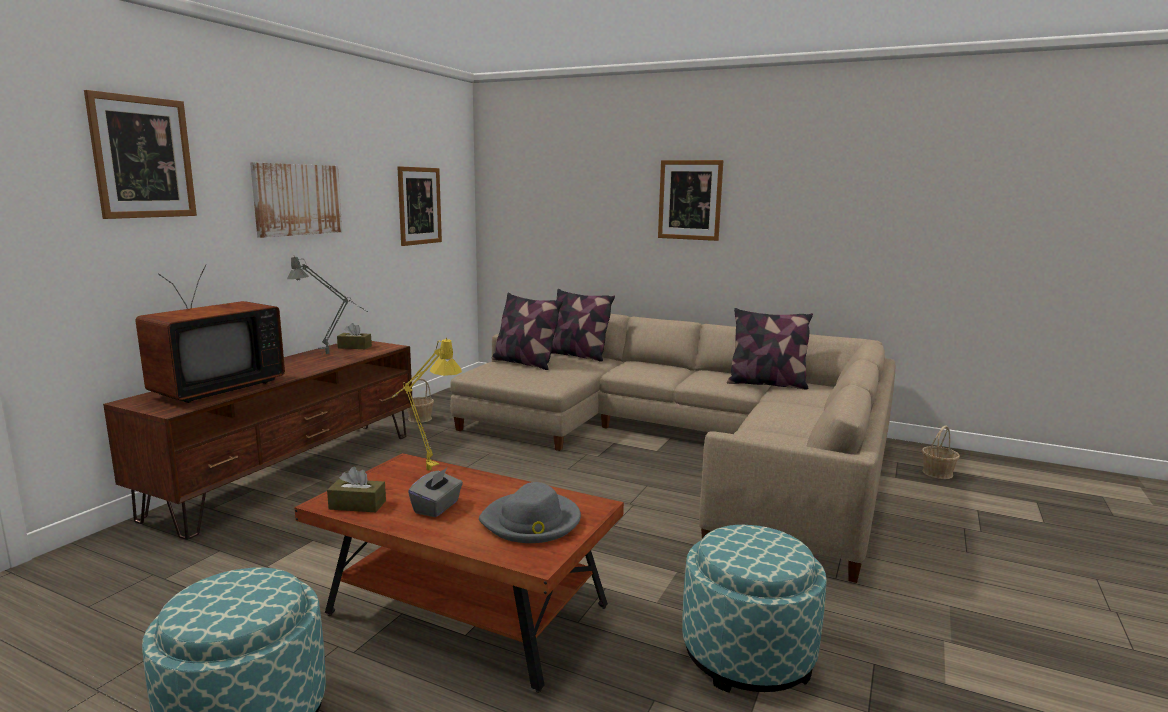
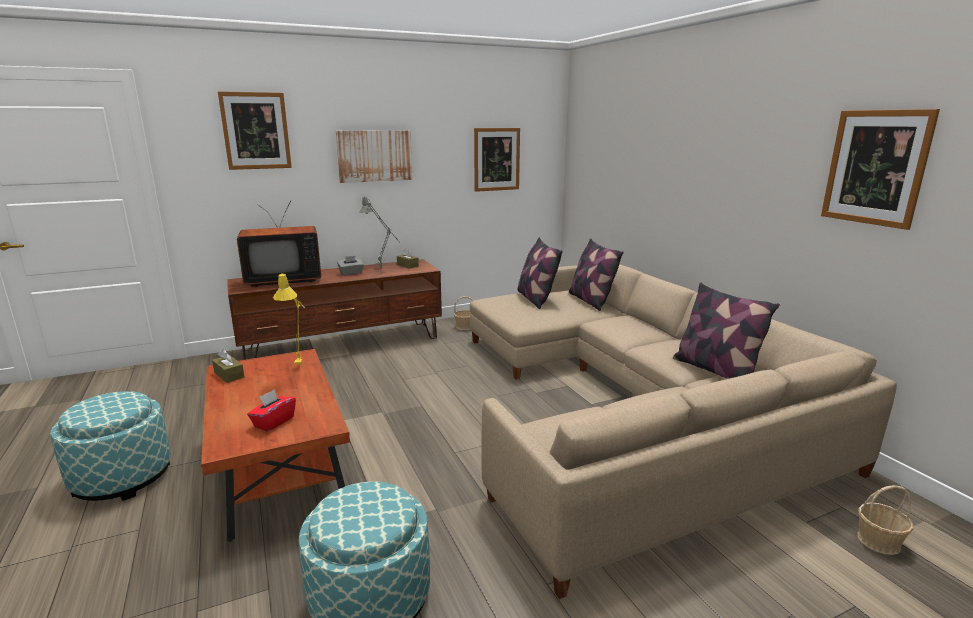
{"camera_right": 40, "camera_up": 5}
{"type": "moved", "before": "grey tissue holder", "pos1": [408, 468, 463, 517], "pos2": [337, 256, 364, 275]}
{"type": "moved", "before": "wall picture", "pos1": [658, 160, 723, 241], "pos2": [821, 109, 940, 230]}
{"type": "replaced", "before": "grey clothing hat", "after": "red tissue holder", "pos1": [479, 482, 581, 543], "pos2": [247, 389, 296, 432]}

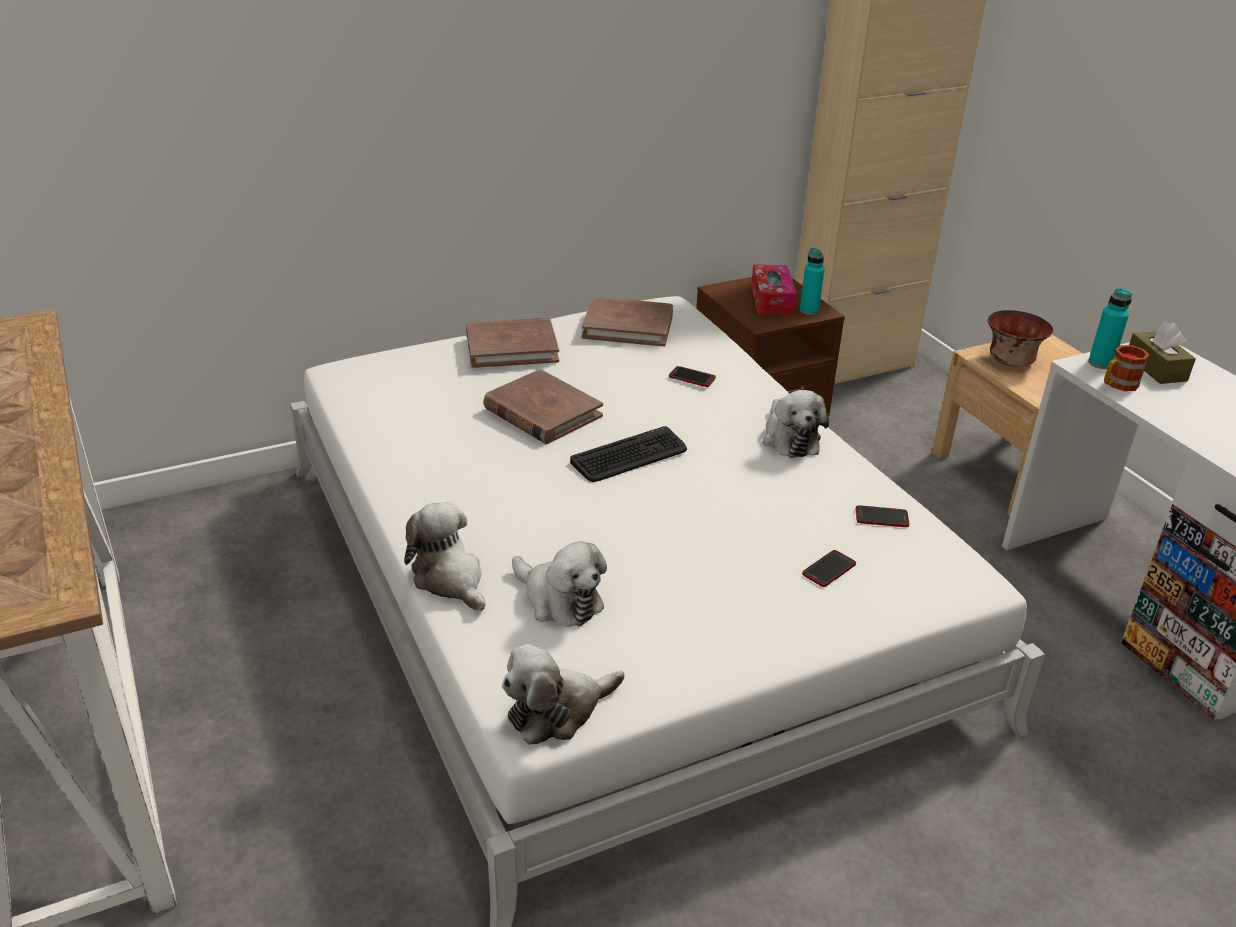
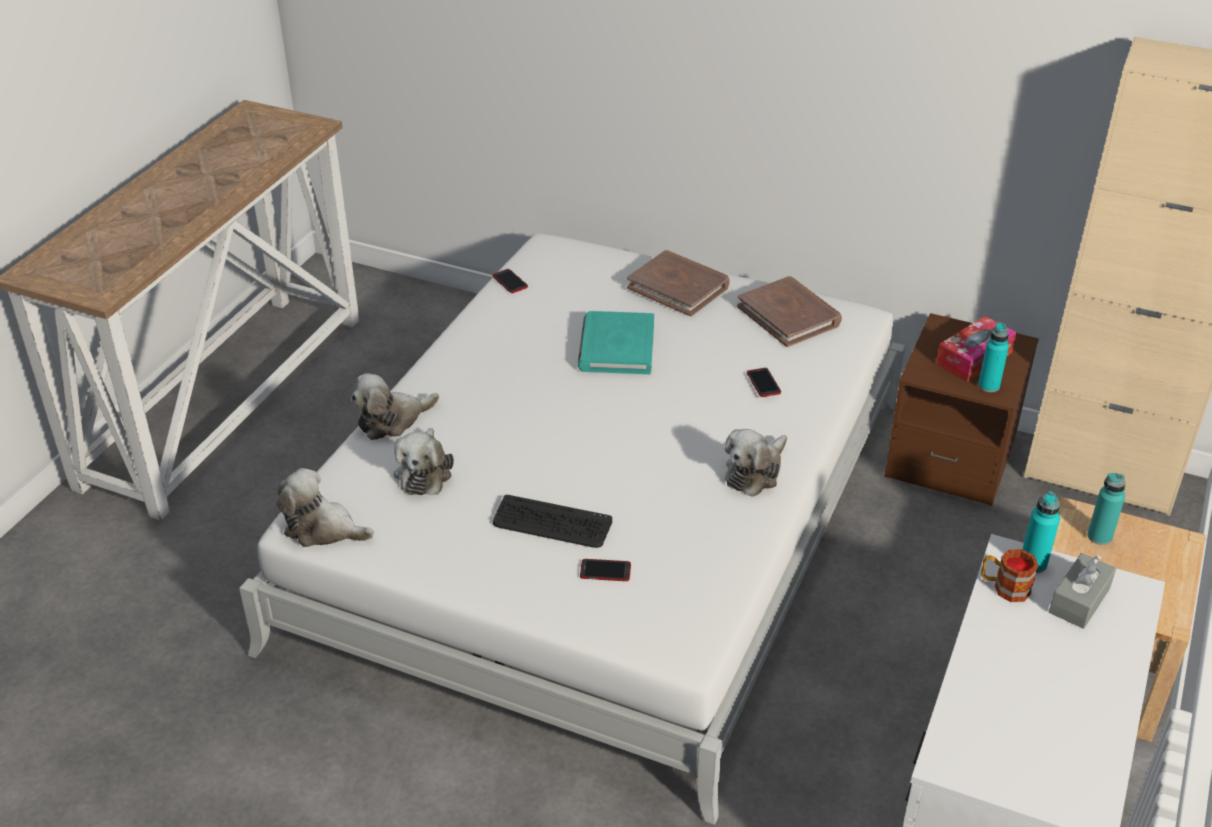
{"camera_right": 50, "camera_up": 5}
{"type": "moved", "before": "computer keyboard", "pos1": [570, 426, 687, 482], "pos2": [493, 495, 612, 548]}
{"type": "moved", "before": "handset", "pos1": [856, 505, 909, 527], "pos2": [492, 269, 528, 293]}
{"type": "replaced", "before": "serving bowl", "after": "turquoise drink bottle", "pos1": [988, 310, 1053, 367], "pos2": [1087, 473, 1126, 545]}
{"type": "recoloured", "before": "brown bound book", "after": "turquoise bound book", "pos1": [483, 369, 603, 444], "pos2": [578, 311, 654, 374]}
{"type": "recoloured", "before": "brown tissue holder", "after": "grey tissue holder", "pos1": [1129, 321, 1196, 384], "pos2": [1049, 553, 1116, 629]}
{"type": "turned", "before": "soft toy", "pos1": [404, 502, 486, 611], "pos2": [351, 373, 439, 440], "turn": -135}

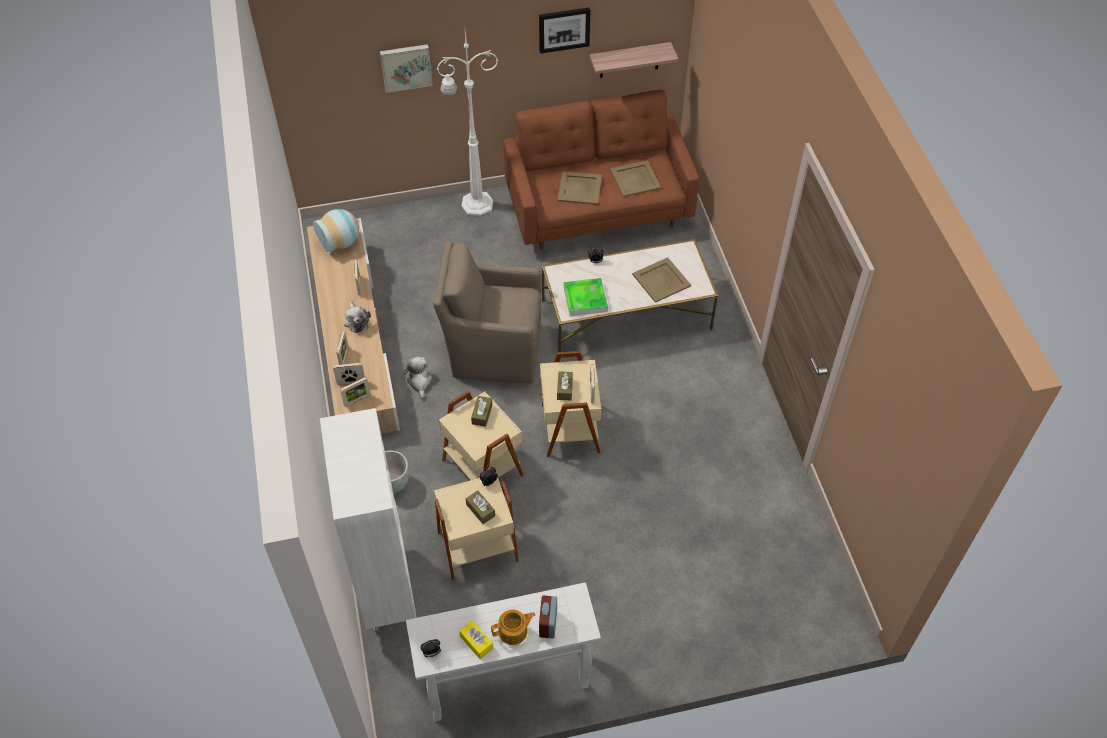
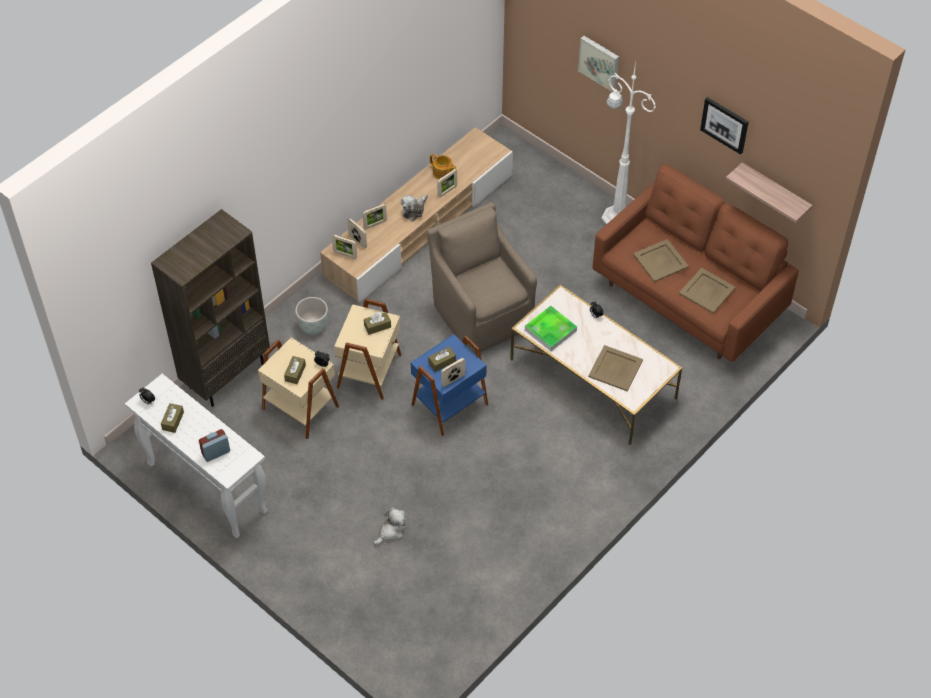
{"camera_right": 55, "camera_up": 0}
{"type": "removed", "before": "decorative vase", "pos1": [313, 209, 359, 253]}
{"type": "moved", "before": "soft toy", "pos1": [404, 356, 432, 399], "pos2": [373, 507, 406, 545]}
{"type": "moved", "before": "pot for tea", "pos1": [491, 610, 535, 645], "pos2": [430, 154, 457, 179]}
{"type": "recoloured", "before": "white shelving unit", "after": "brown shelving unit", "pos1": [320, 408, 416, 631], "pos2": [151, 209, 270, 407]}
{"type": "recoloured", "before": "yellow tissue holder", "after": "brown tissue holder", "pos1": [459, 621, 493, 659], "pos2": [161, 403, 184, 433]}
{"type": "recoloured", "before": "beige accent table", "after": "blue accent table", "pos1": [540, 351, 601, 457], "pos2": [411, 334, 488, 436]}

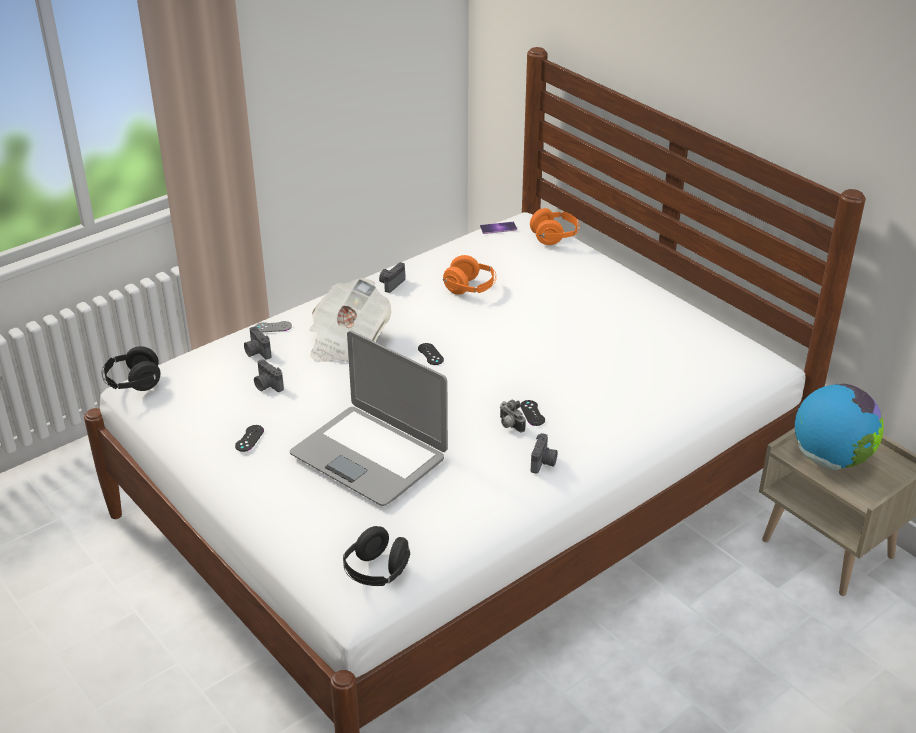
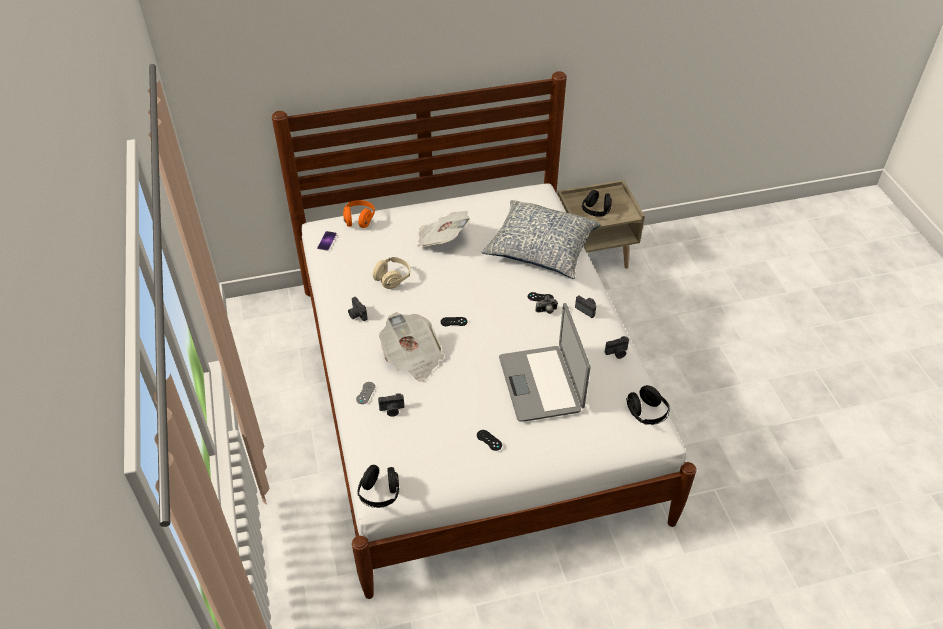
{"camera_right": -65, "camera_up": 10}
{"type": "added", "after": "daily paper", "pos2": [417, 211, 470, 247]}
{"type": "added", "after": "throw pillow", "pos2": [482, 200, 601, 279]}
{"type": "moved", "before": "still camera", "pos1": [254, 359, 284, 392], "pos2": [605, 336, 629, 359]}
{"type": "replaced", "before": "desk globe", "after": "blackish headset", "pos1": [795, 383, 884, 470], "pos2": [582, 190, 612, 217]}
{"type": "recoloured", "before": "orangey headset", "after": "beige headset", "pos1": [443, 255, 496, 295], "pos2": [373, 257, 411, 289]}
{"type": "turned", "before": "portable computer", "pos1": [290, 331, 448, 506], "pos2": [499, 303, 591, 421], "turn": 105}

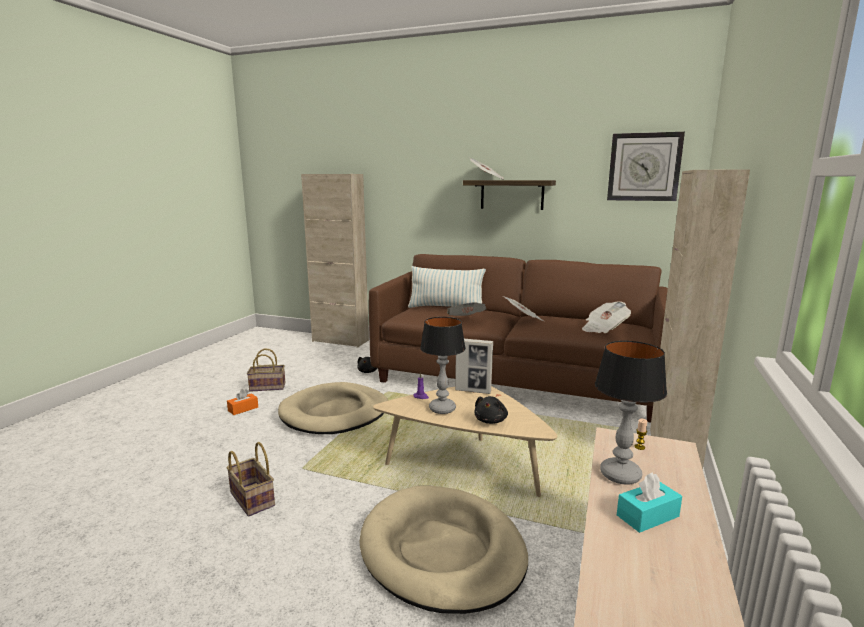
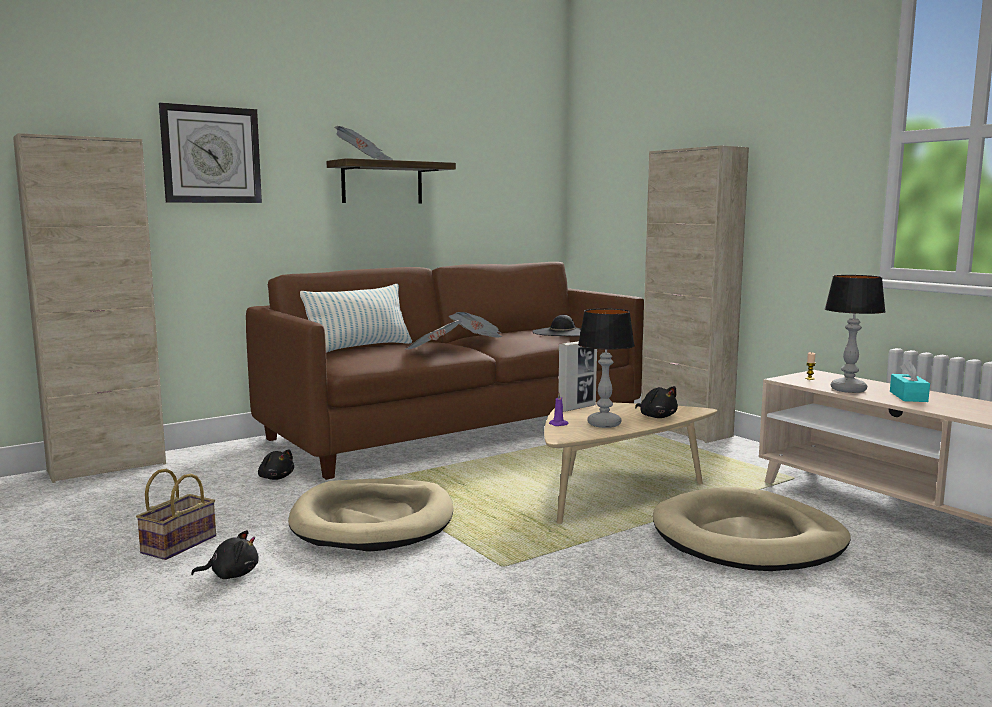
{"camera_right": -55, "camera_up": -5}
{"type": "removed", "before": "storage basket", "pos1": [227, 442, 275, 517]}
{"type": "moved", "before": "clock on the wall", "pos1": [607, 132, 685, 201], "pos2": [159, 102, 262, 203]}
{"type": "replaced", "before": "orangey tissue holder", "after": "blackish soft toy", "pos1": [227, 389, 258, 415], "pos2": [191, 530, 259, 579]}
{"type": "replaced", "before": "daily paper", "after": "blackish clothing hat", "pos1": [582, 301, 631, 333], "pos2": [532, 315, 581, 336]}

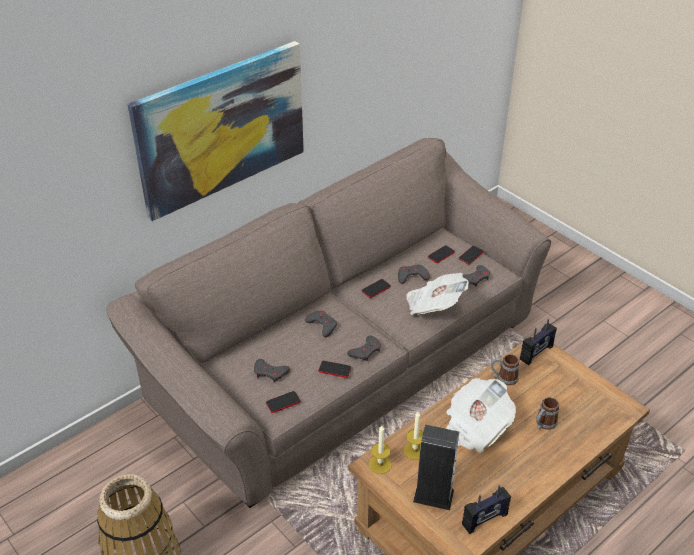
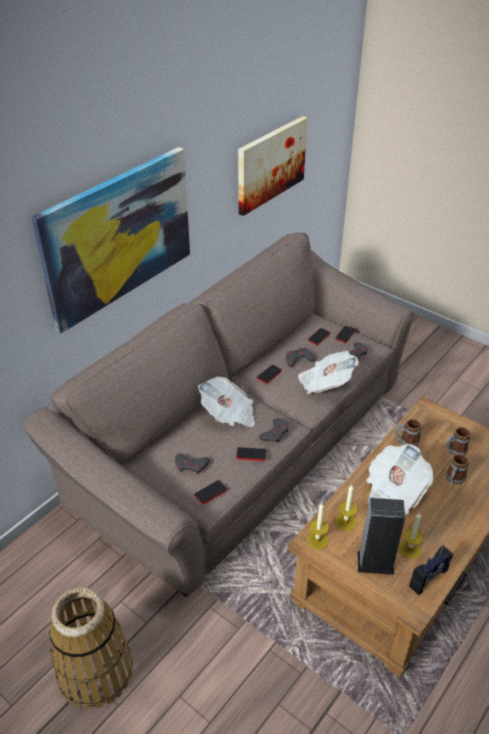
{"camera_right": -10, "camera_up": 0}
{"type": "removed", "before": "radio receiver", "pos1": [520, 319, 557, 365]}
{"type": "added", "after": "wall picture", "pos2": [238, 116, 307, 216]}
{"type": "added", "after": "wax candle", "pos2": [399, 513, 423, 559]}
{"type": "added", "after": "tea mug", "pos2": [446, 427, 470, 455]}
{"type": "replaced", "before": "grey gamepad", "after": "daily paper", "pos1": [305, 311, 337, 337], "pos2": [198, 377, 255, 427]}

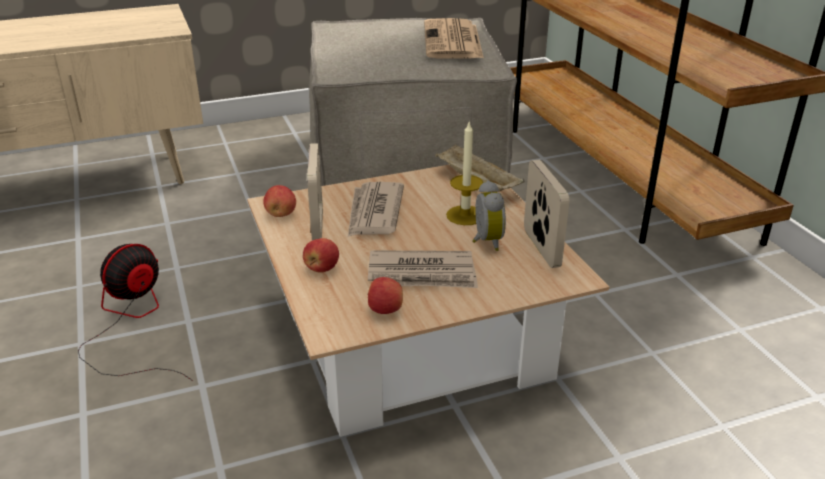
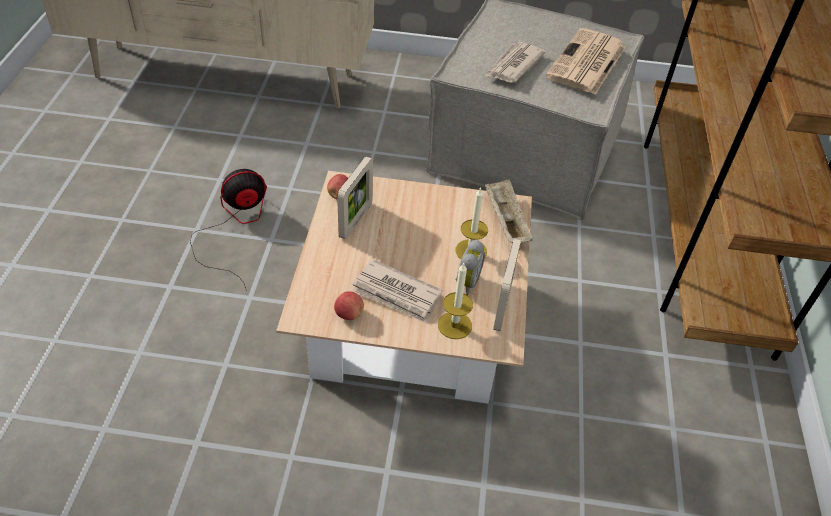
{"camera_right": 25, "camera_up": 15}
{"type": "removed", "before": "apple", "pos1": [303, 238, 339, 273]}
{"type": "added", "after": "wax candle", "pos2": [438, 262, 473, 339]}
{"type": "moved", "before": "daily paper", "pos1": [348, 182, 404, 237], "pos2": [486, 42, 546, 83]}

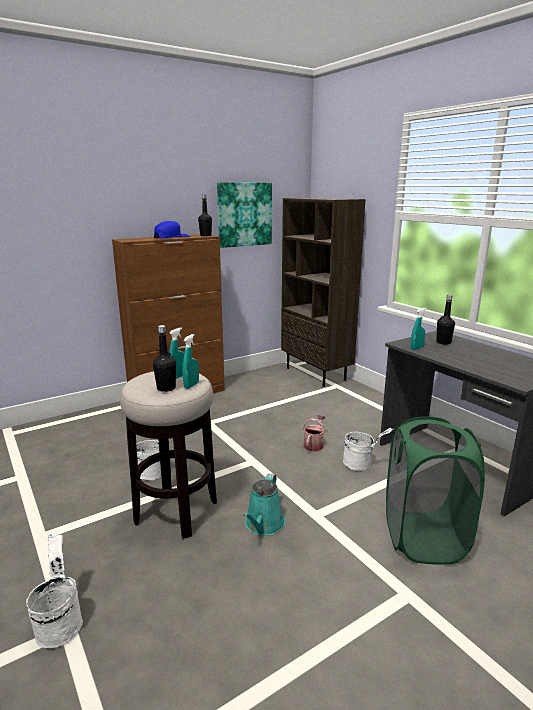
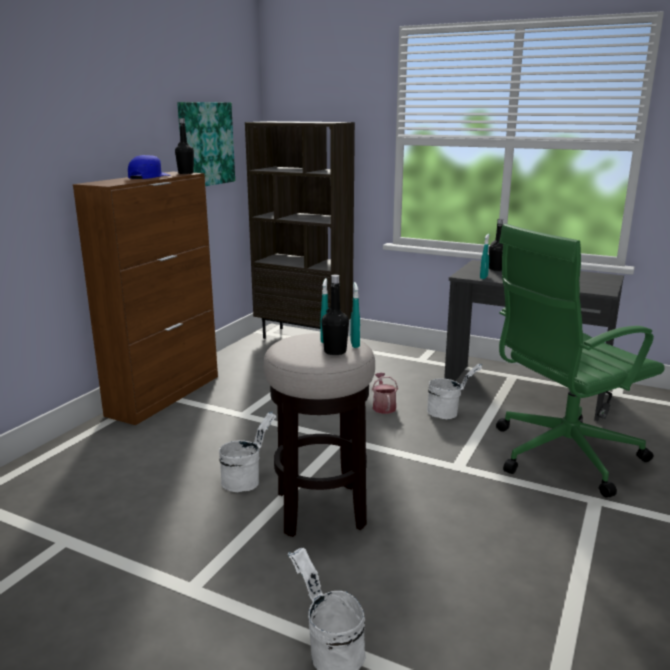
{"camera_right": -30, "camera_up": 0}
{"type": "removed", "before": "turquoise sprinkling can", "pos1": [243, 473, 285, 536]}
{"type": "replaced", "before": "green laundry basket", "after": "green office chair", "pos1": [386, 417, 485, 565], "pos2": [496, 224, 665, 497]}

